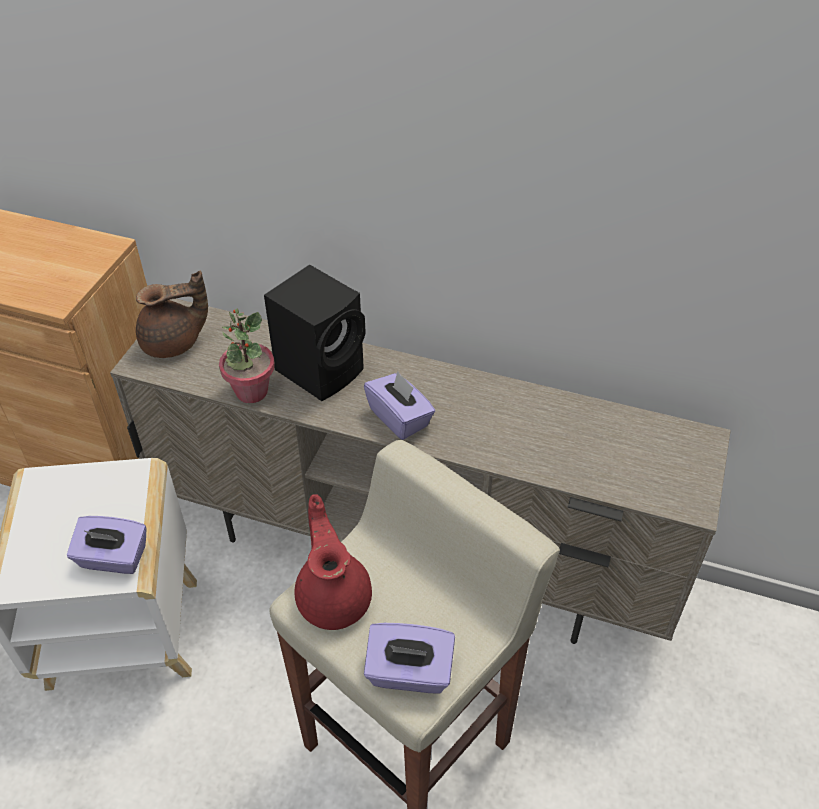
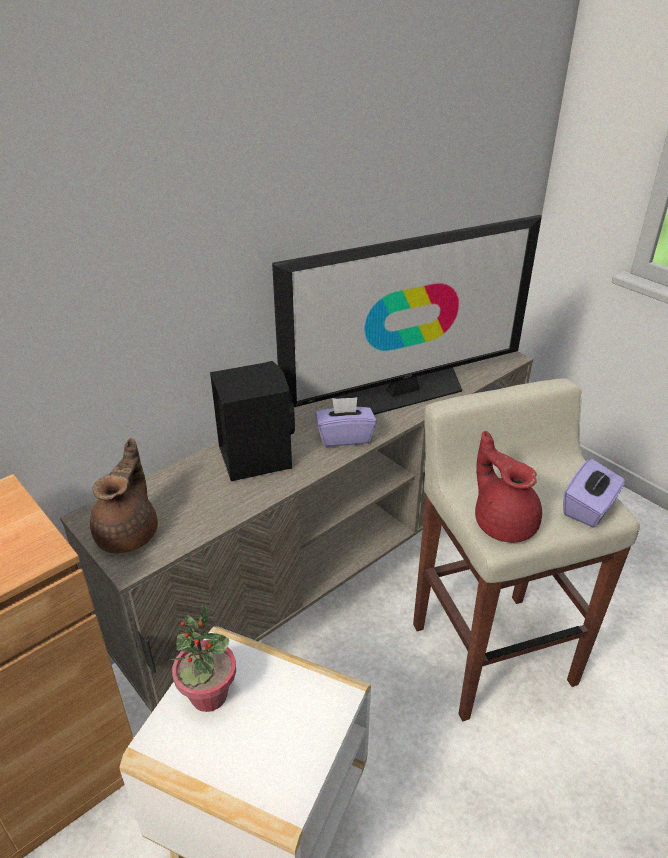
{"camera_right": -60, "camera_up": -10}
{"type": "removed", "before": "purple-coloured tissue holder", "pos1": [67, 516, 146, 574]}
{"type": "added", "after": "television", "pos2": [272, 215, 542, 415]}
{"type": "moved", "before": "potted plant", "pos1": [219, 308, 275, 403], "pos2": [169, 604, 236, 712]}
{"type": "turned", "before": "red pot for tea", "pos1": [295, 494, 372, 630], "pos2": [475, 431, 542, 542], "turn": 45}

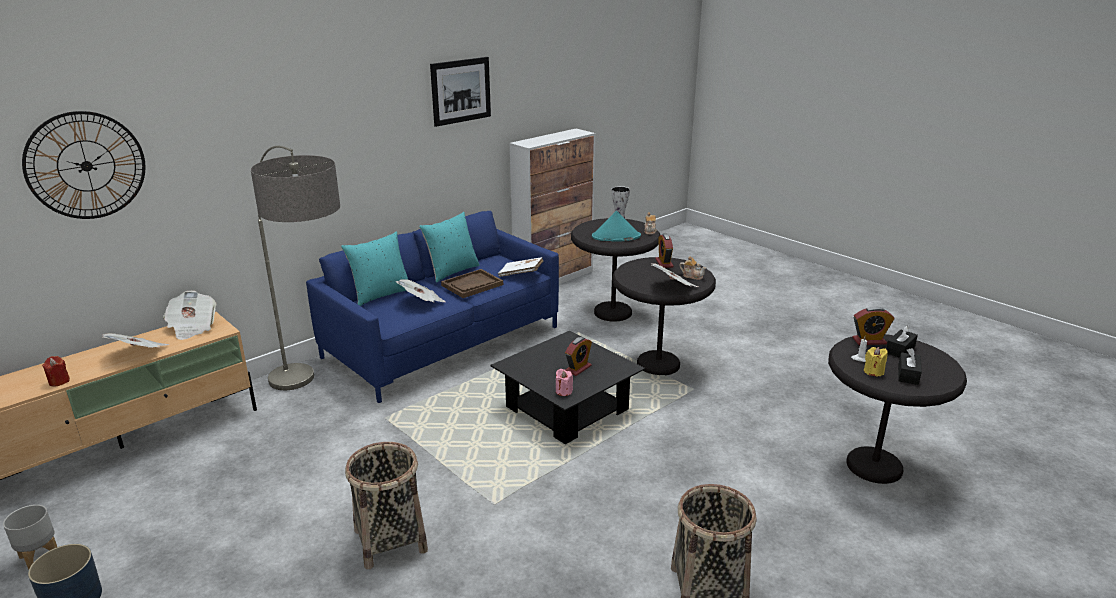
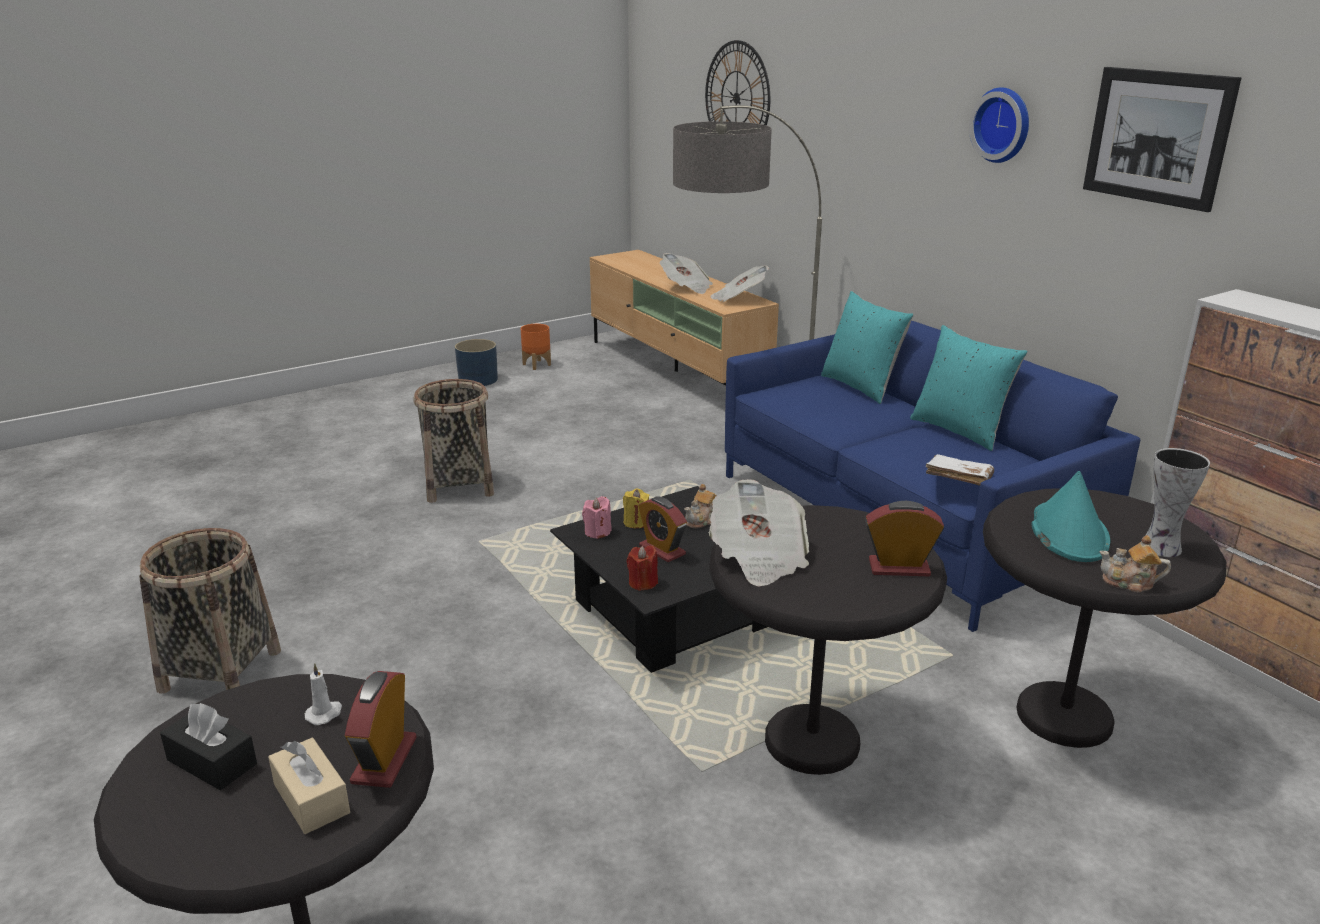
{"camera_right": 100, "camera_up": 0}
{"type": "removed", "before": "daily paper", "pos1": [396, 279, 446, 302]}
{"type": "removed", "before": "brown serving tray", "pos1": [441, 269, 503, 298]}
{"type": "added", "after": "clock on the wall", "pos2": [969, 87, 1029, 163]}
{"type": "moved", "before": "red wax candle", "pos1": [42, 356, 70, 387], "pos2": [627, 545, 658, 591]}
{"type": "moved", "before": "pot for tea", "pos1": [679, 256, 706, 280], "pos2": [685, 484, 717, 528]}
{"type": "moved", "before": "yellow wax candle", "pos1": [864, 347, 888, 376], "pos2": [623, 489, 649, 528]}
{"type": "recoloured", "before": "grey flower pot", "after": "orangey flower pot", "pos1": [3, 505, 57, 570], "pos2": [521, 324, 551, 370]}
{"type": "recoloured", "before": "blackish tissue holder", "after": "beige tissue holder", "pos1": [886, 326, 918, 358], "pos2": [268, 738, 350, 834]}

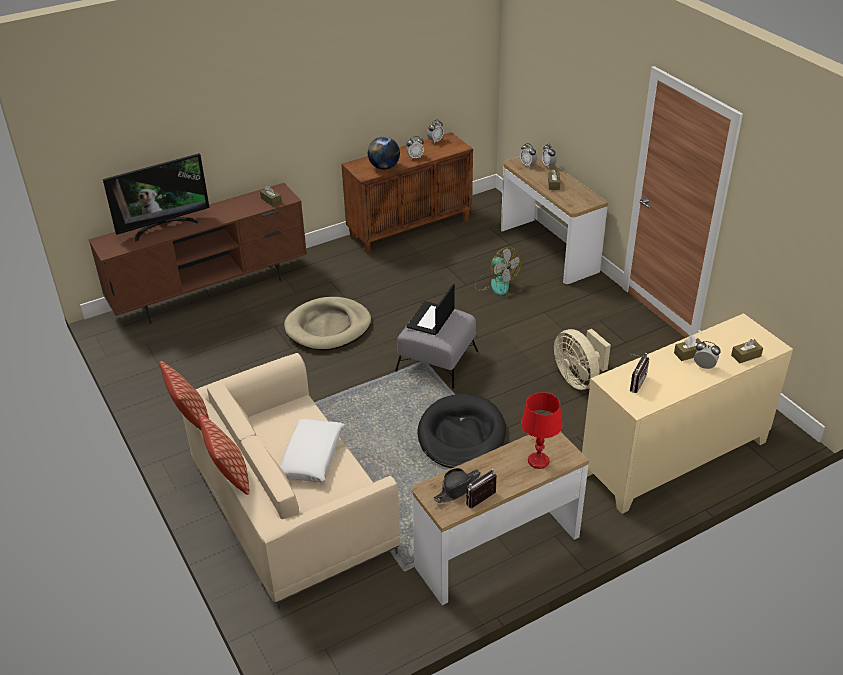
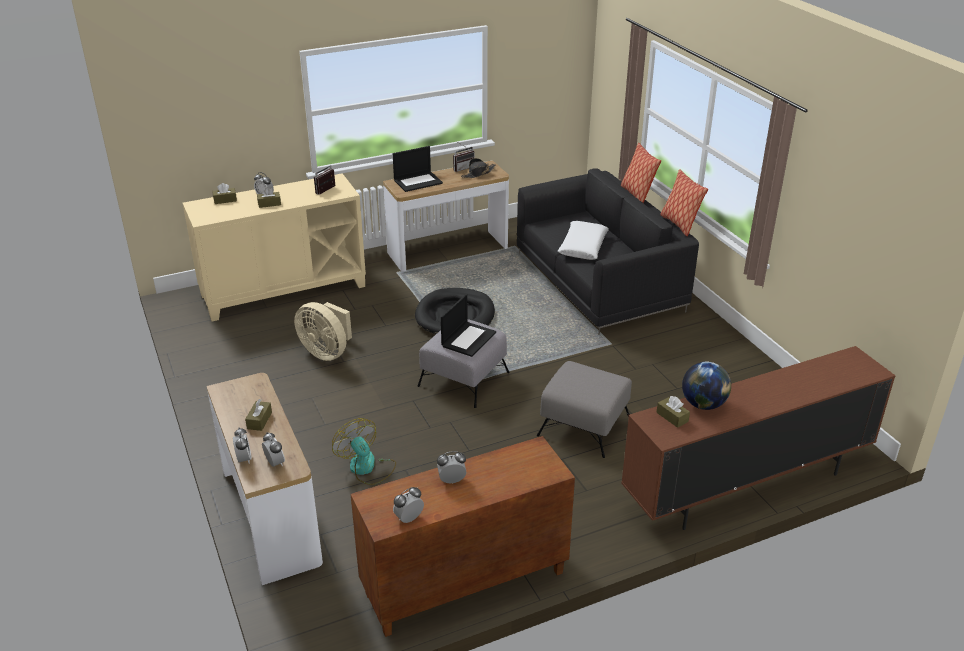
{"camera_right": -175, "camera_up": -5}
{"type": "removed", "before": "television", "pos1": [103, 153, 210, 241]}
{"type": "moved", "before": "desk globe", "pos1": [368, 137, 400, 170], "pos2": [682, 362, 731, 410]}
{"type": "replaced", "before": "beige pet bed", "after": "grey pouffe", "pos1": [284, 297, 371, 350], "pos2": [537, 361, 632, 458]}
{"type": "replaced", "before": "red table lamp", "after": "portable computer", "pos1": [521, 392, 562, 469], "pos2": [393, 146, 443, 192]}
{"type": "recoloured", "before": "beige sofa", "after": "blackish sofa", "pos1": [182, 353, 401, 609], "pos2": [517, 168, 699, 335]}
{"type": "turned", "before": "beige electric fan", "pos1": [554, 329, 611, 390], "pos2": [294, 302, 352, 361], "turn": 150}

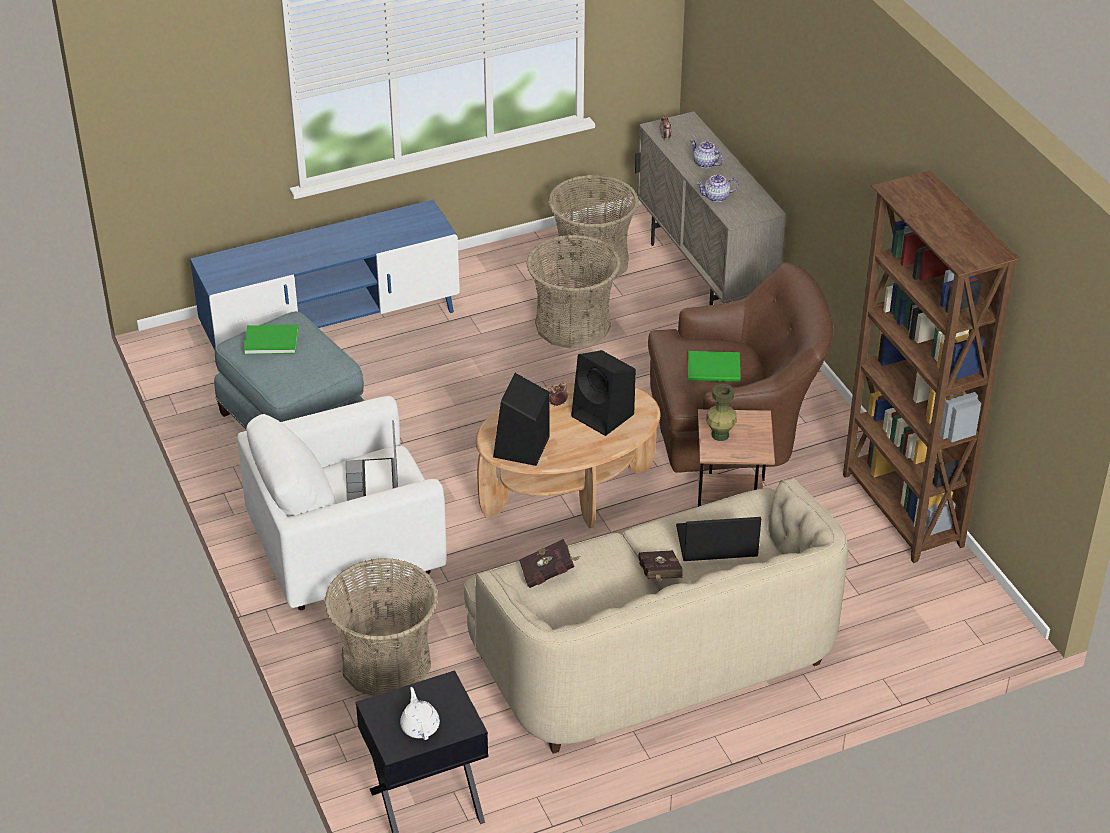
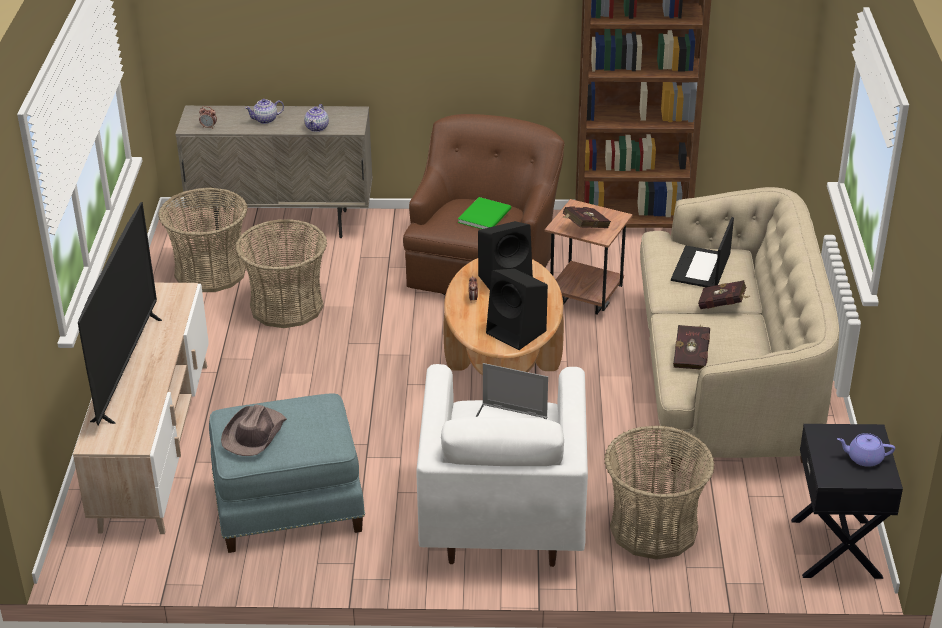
{"camera_right": -65, "camera_up": -5}
{"type": "added", "after": "television", "pos2": [78, 202, 162, 426]}
{"type": "replaced", "before": "green bound book", "after": "brown clothing hat", "pos1": [244, 325, 298, 354], "pos2": [221, 404, 287, 456]}
{"type": "replaced", "before": "green decorative vase", "after": "red bound book", "pos1": [706, 384, 737, 441], "pos2": [562, 206, 611, 228]}
{"type": "recoloured", "before": "blue tv stand", "after": "beige tv stand", "pos1": [190, 200, 460, 350], "pos2": [73, 283, 209, 534]}
{"type": "recoloured", "before": "white pot for tea", "after": "purple-coloured pot for tea", "pos1": [400, 687, 440, 740], "pos2": [837, 433, 895, 467]}

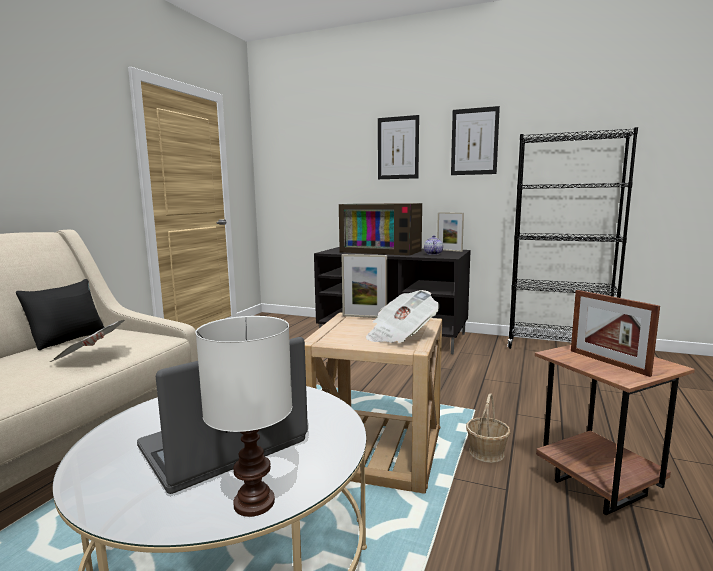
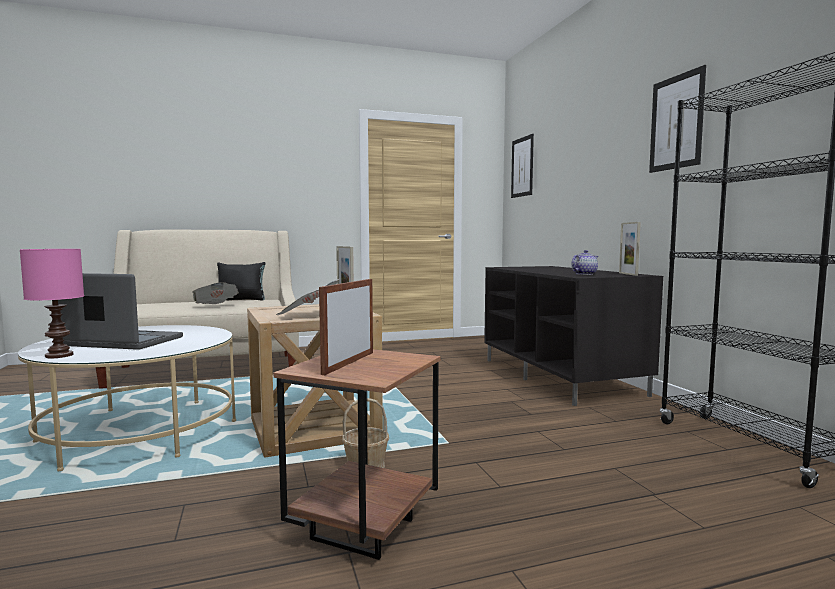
{"camera_right": 50, "camera_up": -5}
{"type": "removed", "before": "television", "pos1": [339, 203, 422, 256]}
{"type": "moved", "before": "wall picture", "pos1": [378, 115, 419, 179], "pos2": [511, 134, 534, 198]}
{"type": "recoloured", "before": "white table lamp", "after": "pink-coloured table lamp", "pos1": [196, 316, 292, 517], "pos2": [20, 249, 84, 358]}

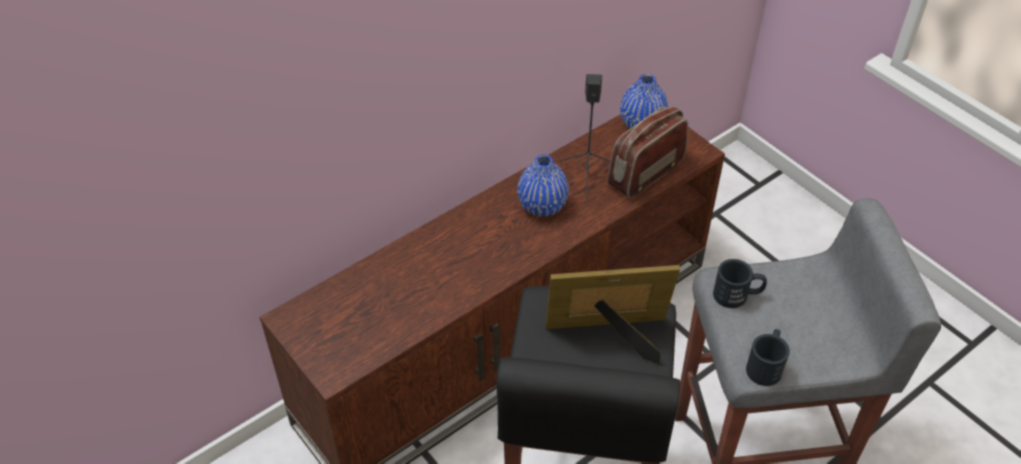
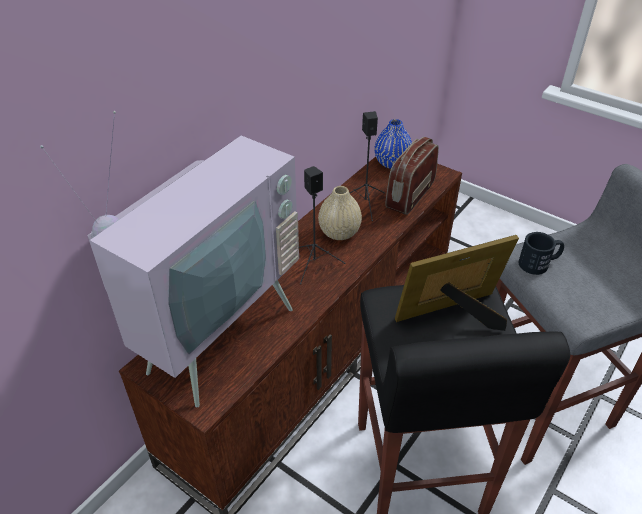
{"camera_right": -15, "camera_up": -5}
{"type": "removed", "before": "blackish tea mug", "pos1": [746, 329, 790, 386]}
{"type": "added", "after": "television", "pos2": [40, 111, 299, 408]}
{"type": "added", "after": "blackish audio speaker", "pos2": [299, 166, 345, 285]}
{"type": "recoloured", "before": "blue decorative vase", "after": "beige decorative vase", "pos1": [517, 155, 569, 216], "pos2": [318, 186, 362, 240]}

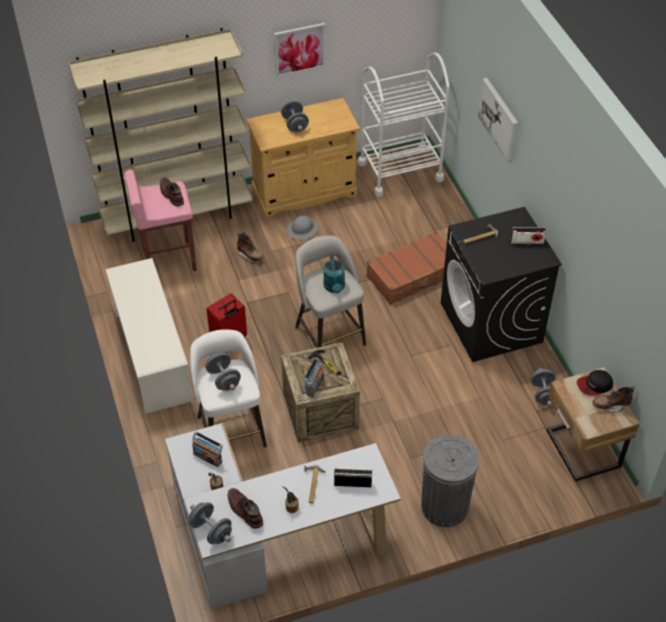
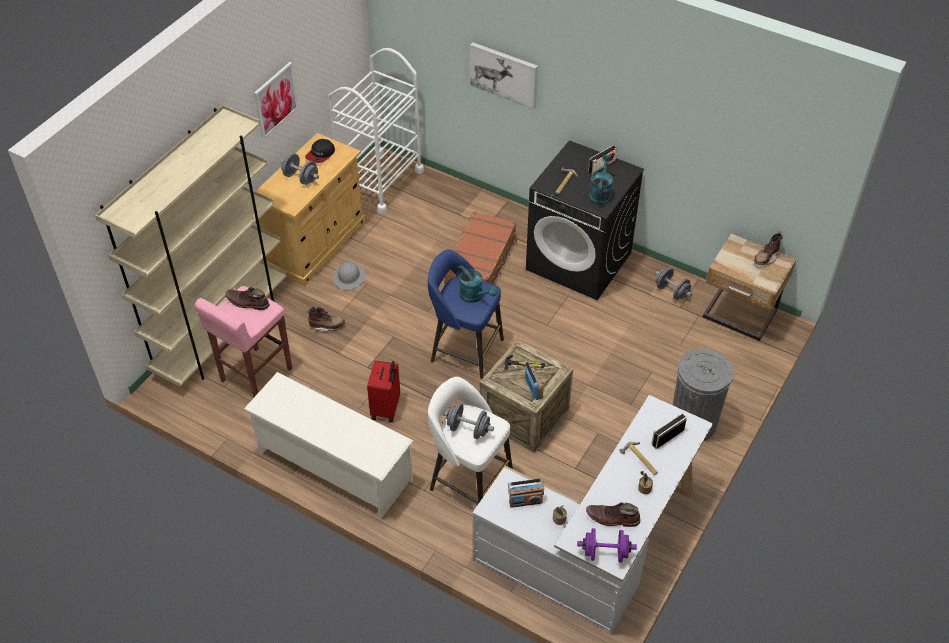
{"camera_right": -40, "camera_up": 0}
{"type": "added", "after": "turquoise sprinkling can", "pos2": [589, 155, 613, 205]}
{"type": "moved", "before": "baseball cap", "pos1": [577, 370, 613, 396], "pos2": [305, 139, 335, 163]}
{"type": "recoloured", "before": "grey hand weight", "after": "purple-coloured hand weight", "pos1": [189, 502, 232, 544], "pos2": [577, 528, 637, 563]}
{"type": "recoloured", "before": "grey stool", "after": "blue stool", "pos1": [295, 236, 366, 348], "pos2": [428, 249, 504, 379]}

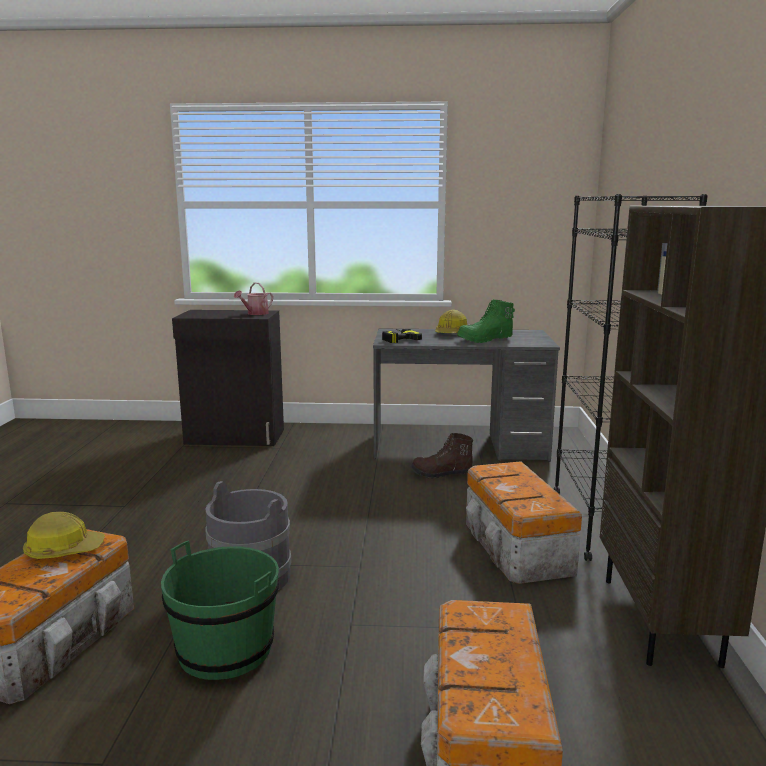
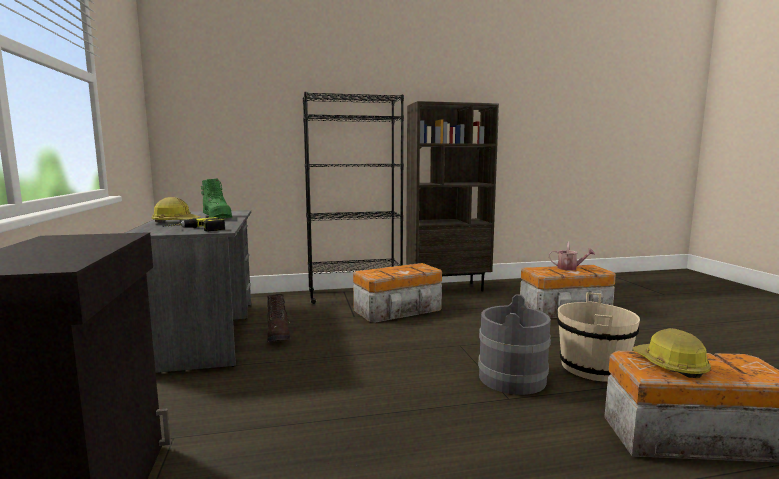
{"camera_right": -105, "camera_up": -5}
{"type": "moved", "before": "sprinkling can", "pos1": [234, 283, 273, 315], "pos2": [549, 241, 595, 271]}
{"type": "recoloured", "before": "green water bucket", "after": "beige water bucket", "pos1": [161, 541, 279, 680], "pos2": [557, 293, 640, 381]}

